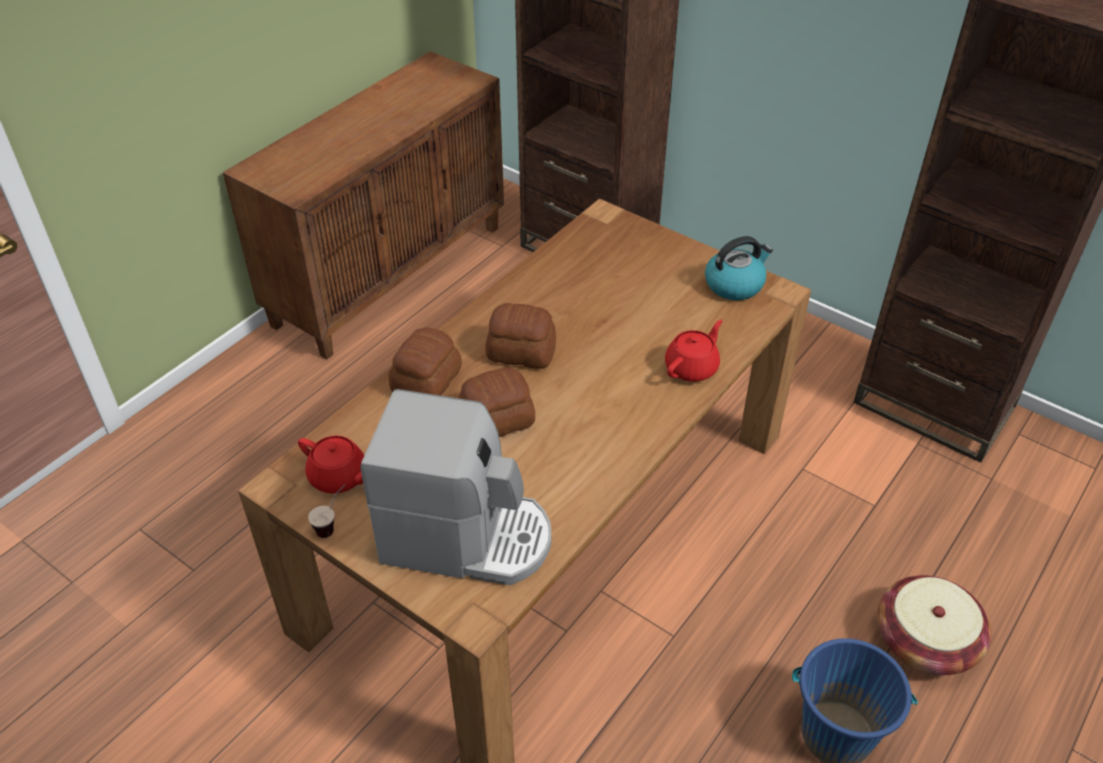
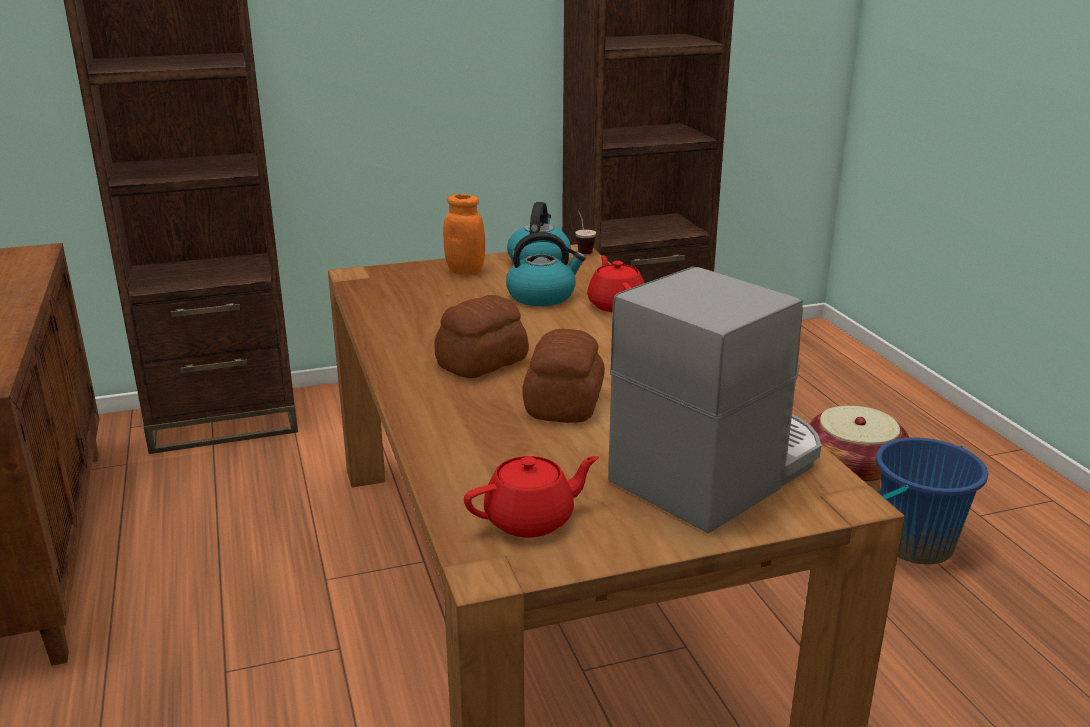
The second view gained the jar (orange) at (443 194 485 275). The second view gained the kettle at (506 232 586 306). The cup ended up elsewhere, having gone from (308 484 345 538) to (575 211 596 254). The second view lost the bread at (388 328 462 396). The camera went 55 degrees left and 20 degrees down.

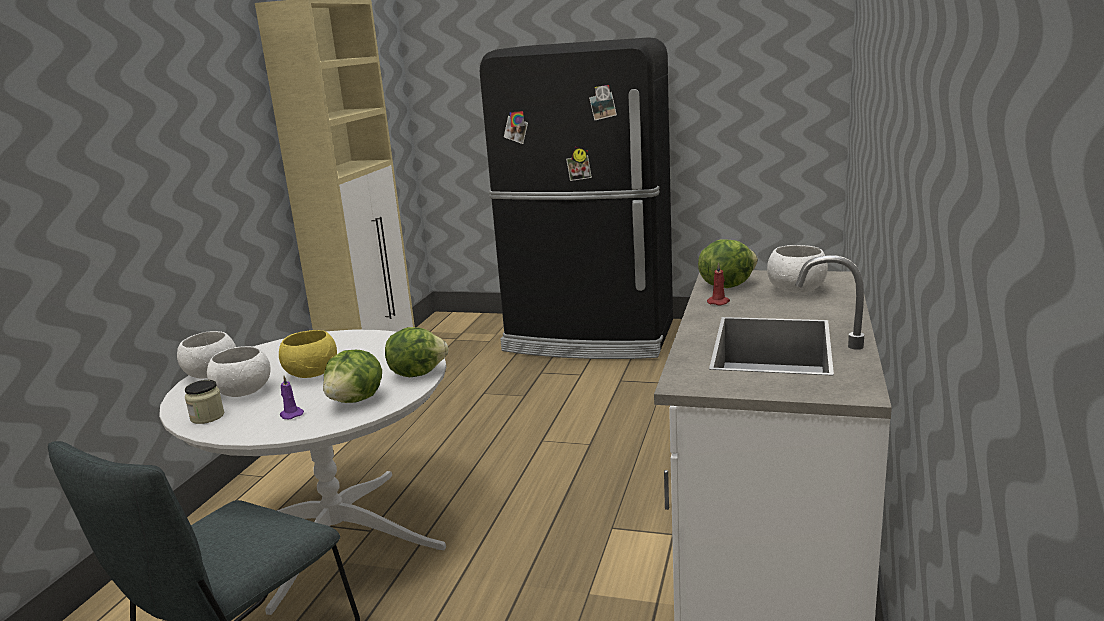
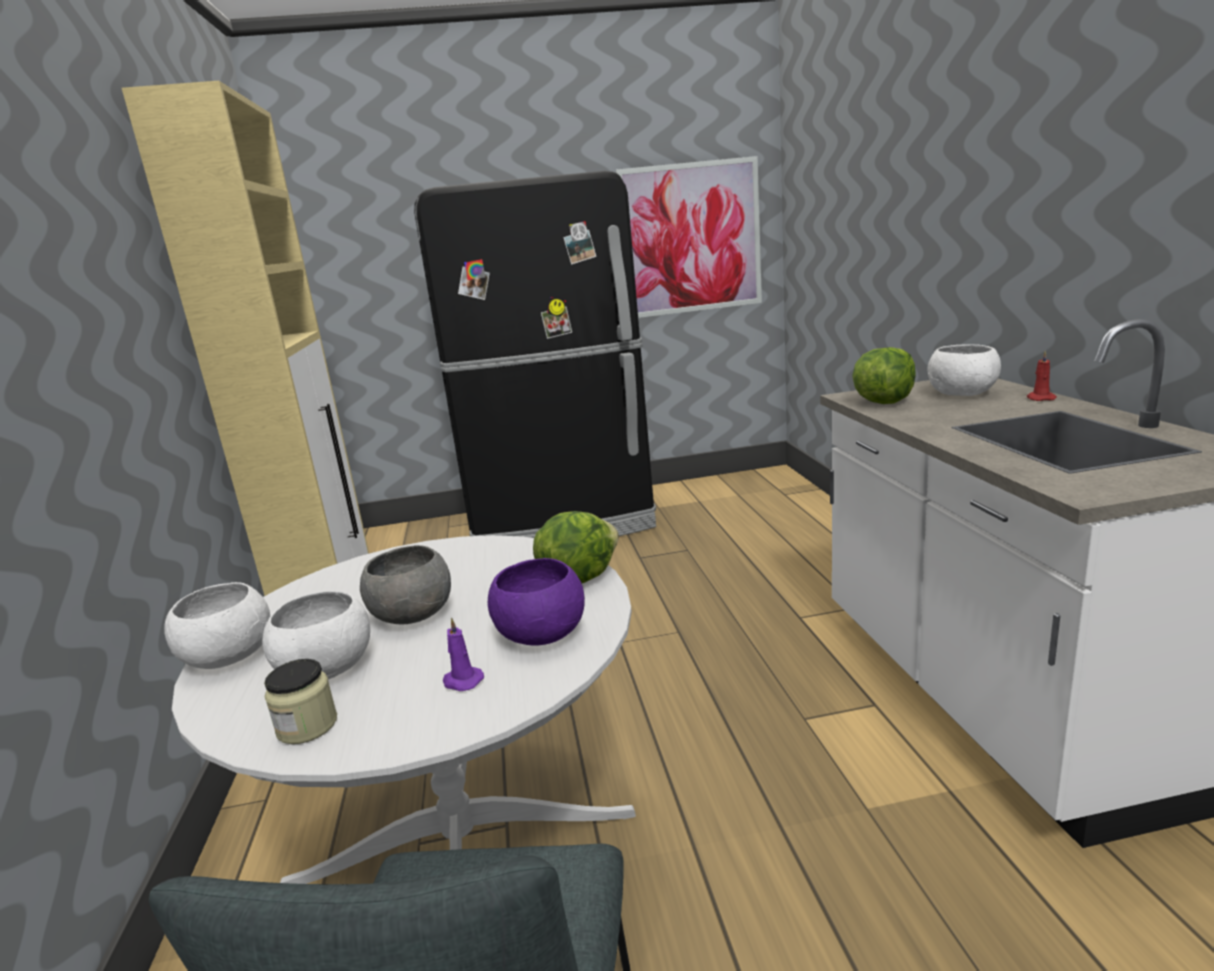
What was the bowl (yellow) at (279 330 337 378) turned into the bowl (grey) at (360 545 451 625). Where the lettuce stood at (323 350 382 403), the bowl (purple) came to stand at (488 558 585 646). The second view gained the picture at (616 156 762 318). The candle (red) ended up elsewhere, having gone from (707 263 730 305) to (1027 351 1057 401). The camera went 25 degrees left and 0 degrees up.

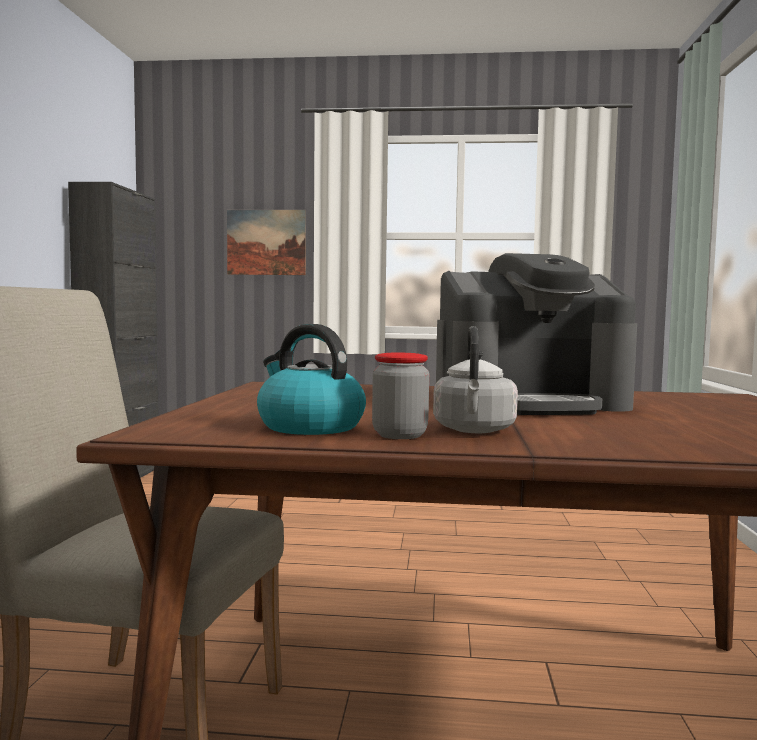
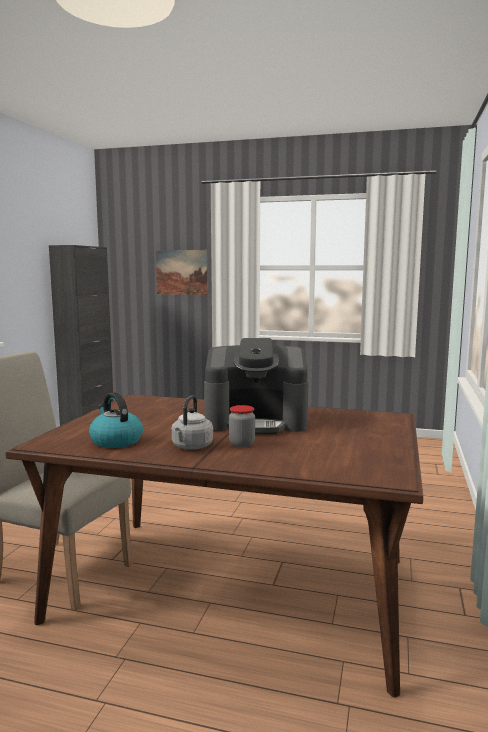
The jar ended up elsewhere, having gone from (372 353 429 439) to (229 405 255 448). The camera went 10 degrees right and 5 degrees up.

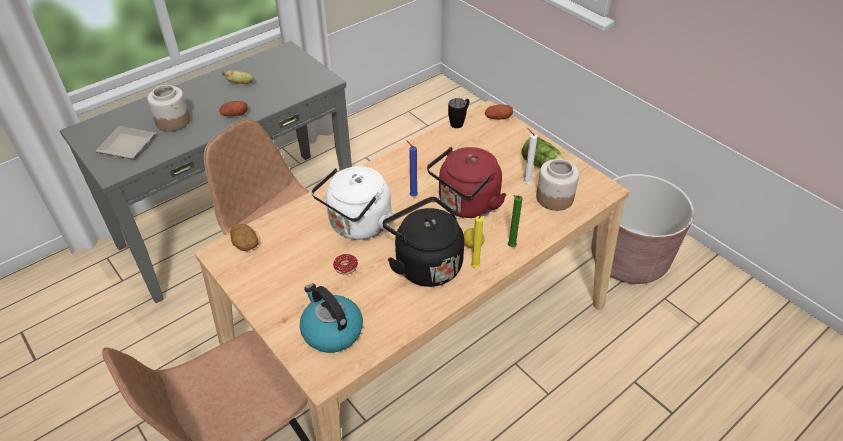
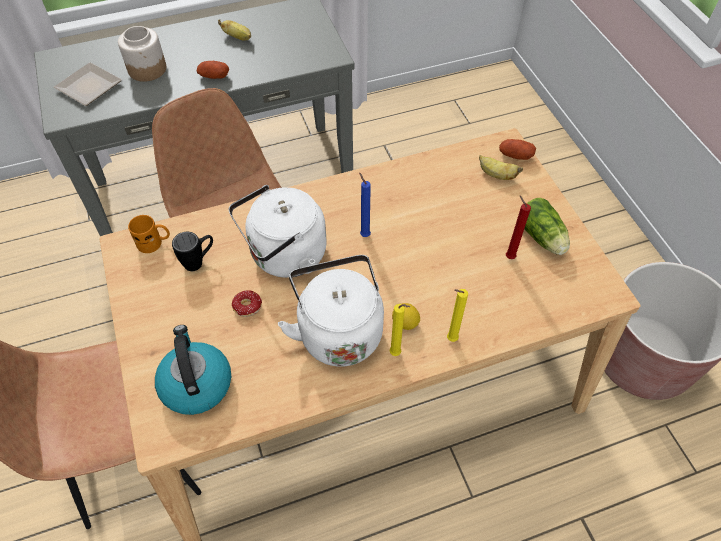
Where the potato stood at (230 224 258 251), the mug (orange) came to stand at (128 215 170 253). The mug (black) ended up elsewhere, having gone from (448 98 469 128) to (172 232 213 271). What was the kettle (black) at (383 197 464 287) turned into the kettle (white) at (278 255 384 367). What was the candle (green) at (508 195 523 247) turned into the candle (yellow) at (447 289 468 342). The second view gained the banana at (479 155 523 180). What was the candle (white) at (523 128 538 184) turned into the candle (red) at (506 196 531 259). The second view lost the kettle (red) at (427 147 506 218). The second view lost the jar at (536 159 579 211). The camera went 20 degrees right and 10 degrees up.

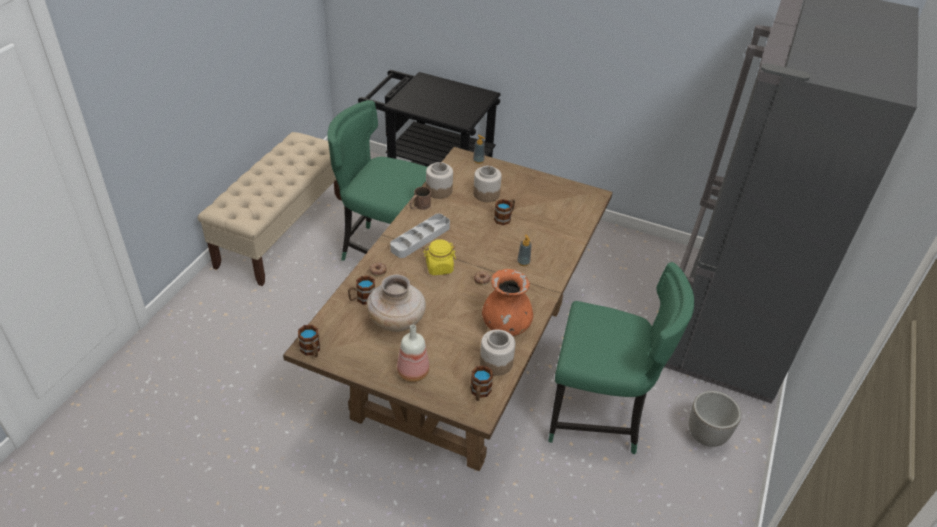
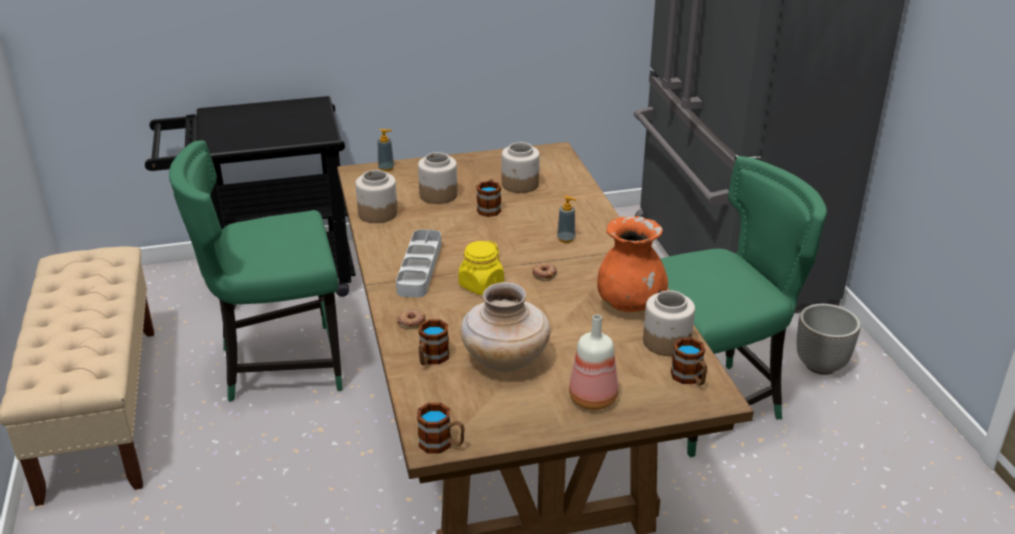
The second view gained the jar at (502 142 540 193). The second view lost the mug (brown) at (409 187 431 210). The camera went 35 degrees left and 10 degrees down.

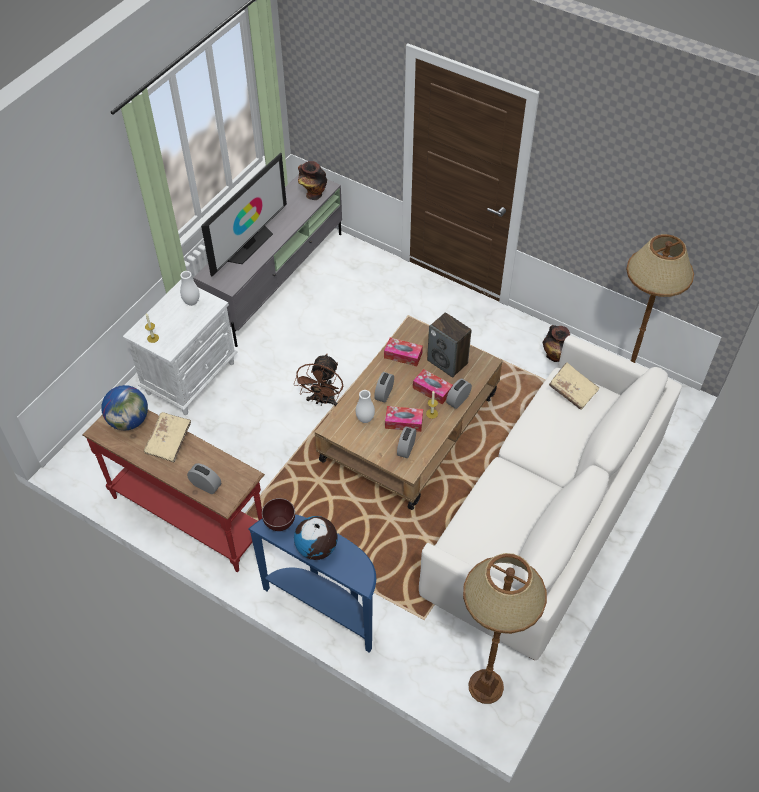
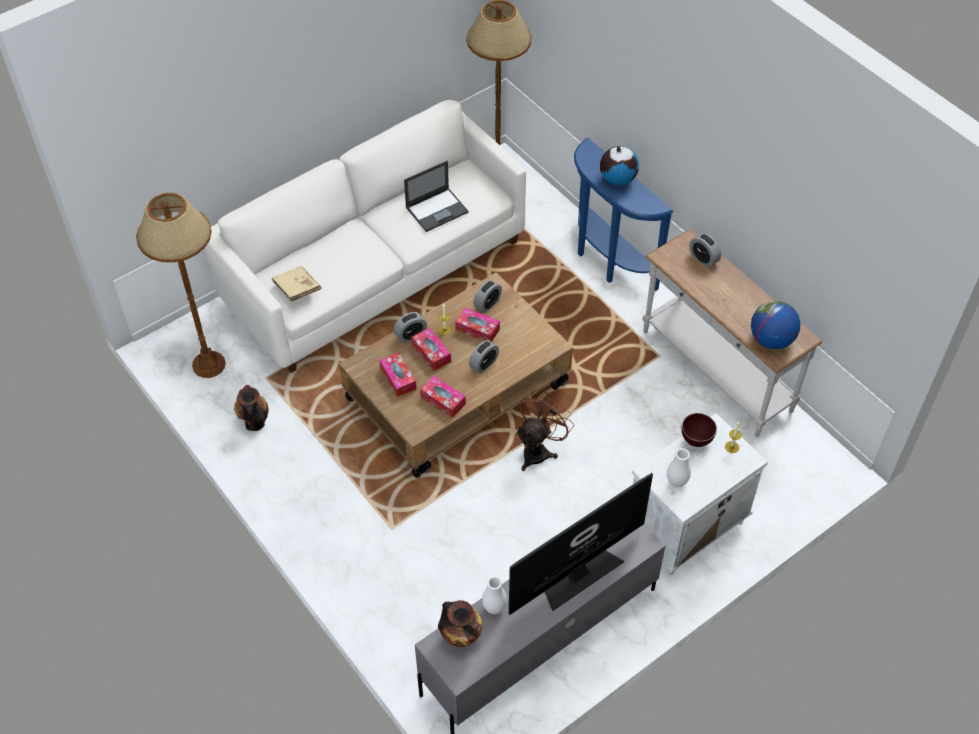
Where the speaker stood at (427 312 472 378), the tissue box came to stand at (379 352 416 397). The second view gained the laptop at (404 161 468 232). The vase (white) ended up elsewhere, having gone from (356 390 375 423) to (482 576 507 614). What was the console table (red) at (82 410 265 572) turned into the console table (white) at (642 229 822 437). The bowl (brown) ended up elsewhere, having gone from (262 498 295 531) to (682 413 717 447). The second view lost the book (beige) at (144 412 191 462). The camera went 160 degrees left and 0 degrees up.

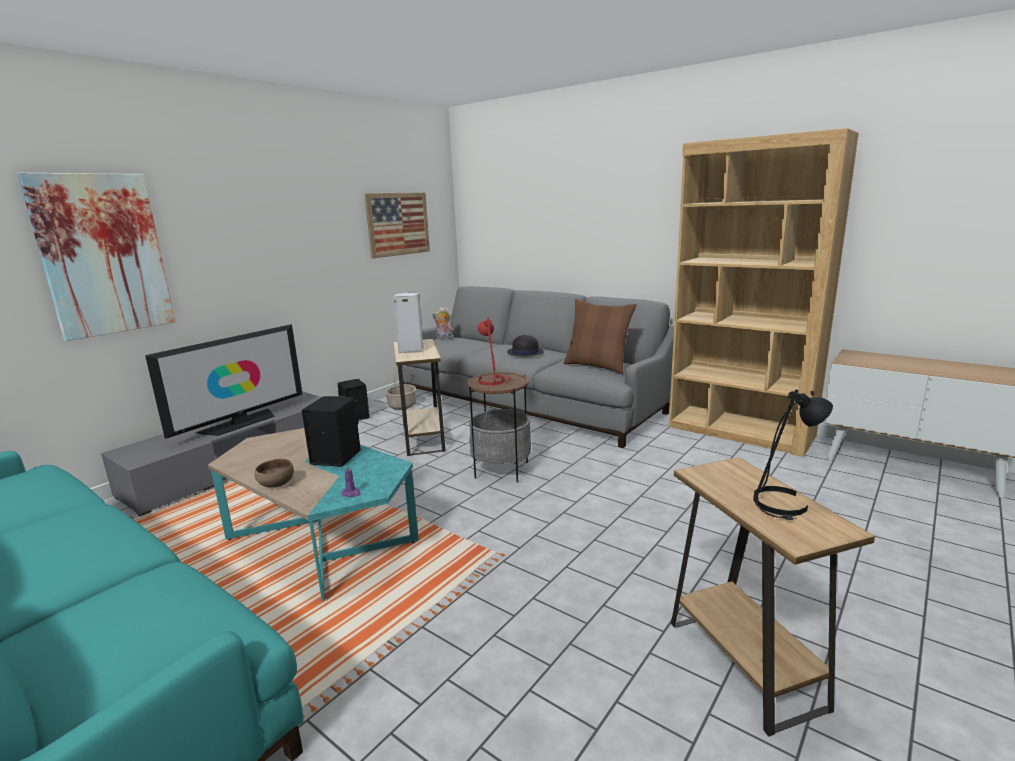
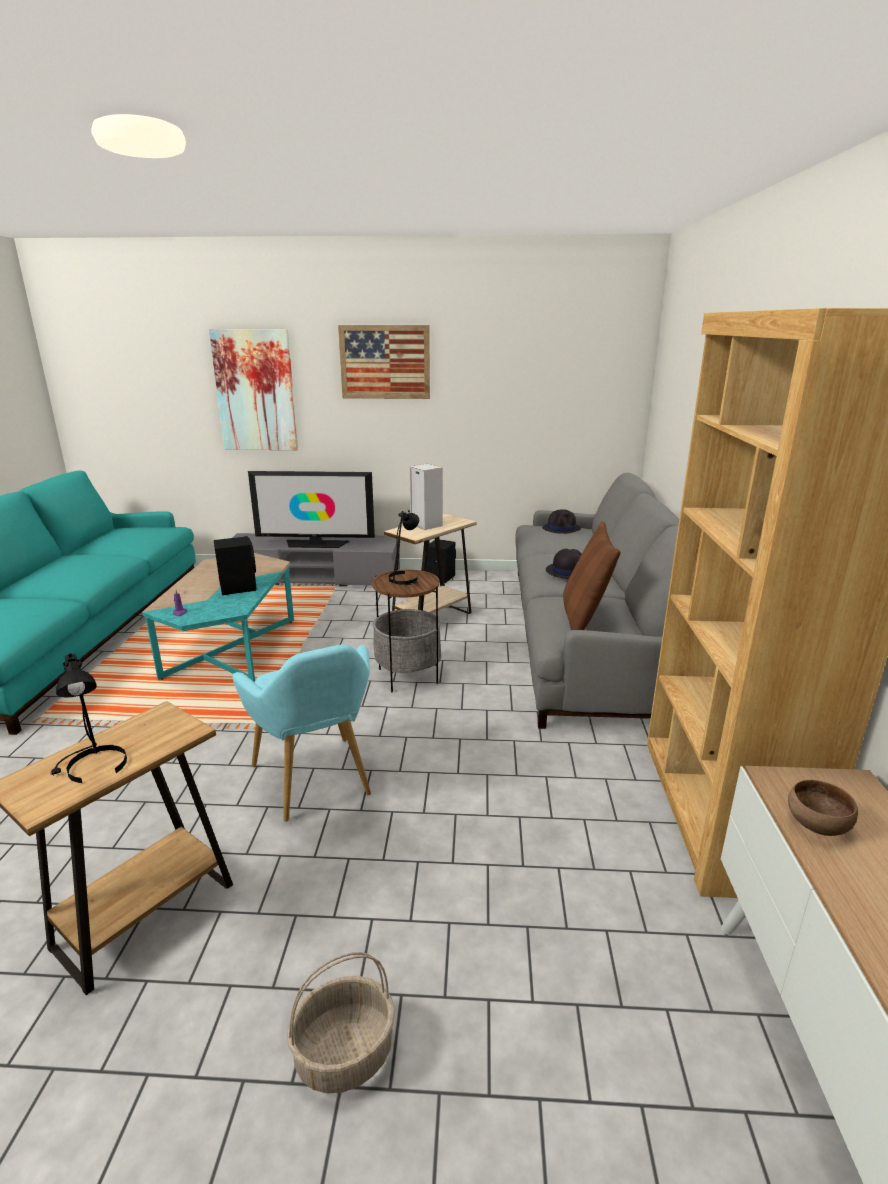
The second view gained the armchair (turquoise) at (232 644 371 822). The basket ended up elsewhere, having gone from (385 366 416 410) to (287 952 395 1094). The picture ended up elsewhere, having gone from (364 192 430 258) to (338 325 430 399). What was the table lamp (red) at (478 317 511 385) turned into the table lamp (black) at (389 510 420 585). Where the plush toy stood at (432 307 453 340), the hat (black) came to stand at (542 509 581 534). The bowl (brown) ended up elsewhere, having gone from (255 459 294 487) to (788 780 858 836). The camera went 55 degrees right and 5 degrees up.

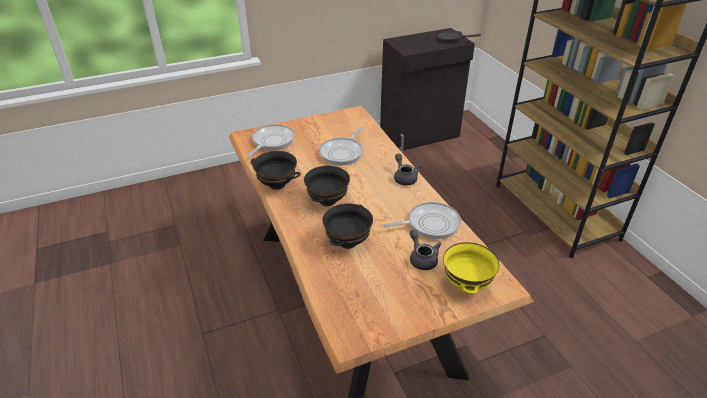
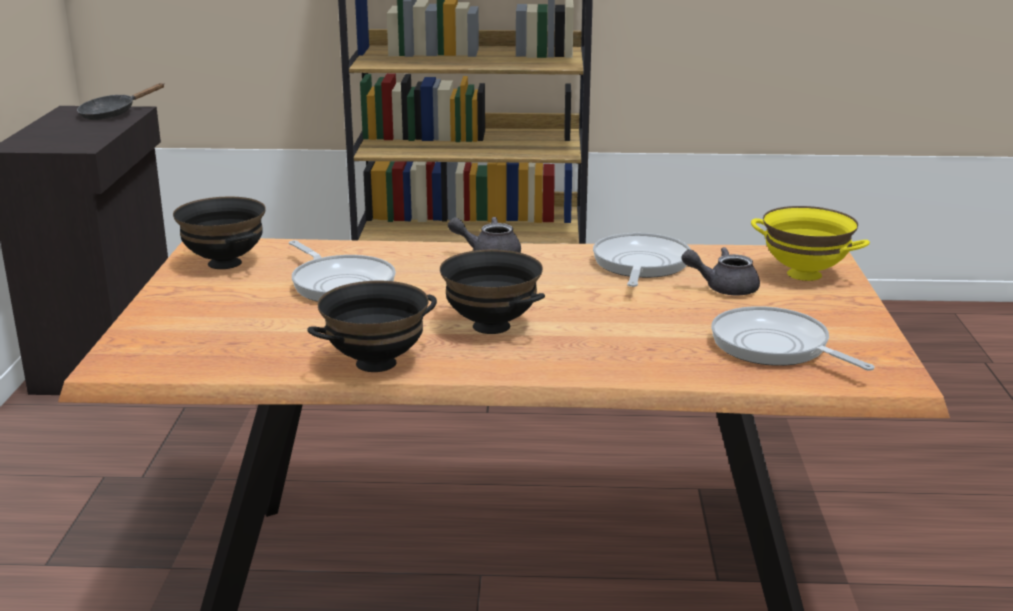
The bowl (black) ended up elsewhere, having gone from (322 203 373 249) to (173 197 266 269). The frying pan ended up elsewhere, having gone from (247 124 295 157) to (711 306 874 371). The camera went 65 degrees left and 15 degrees down.

